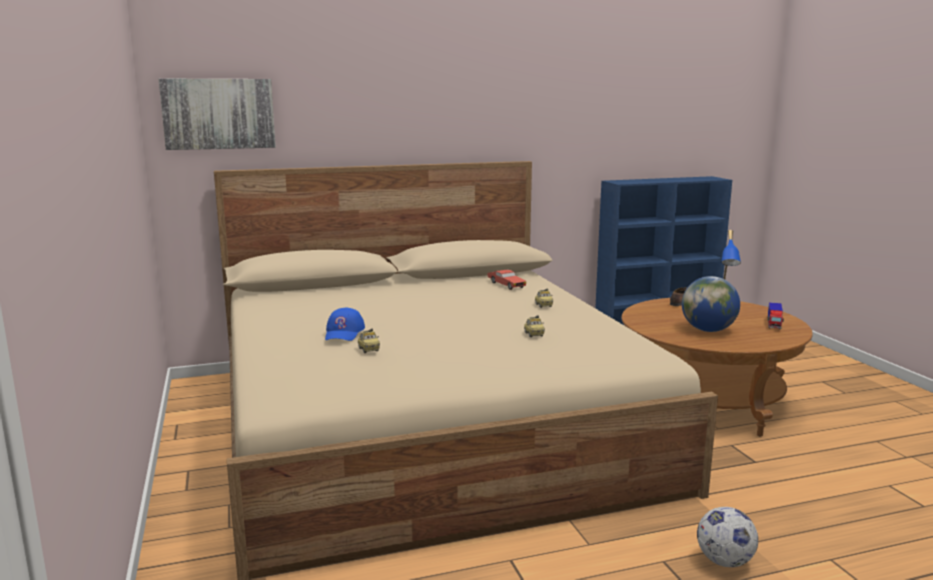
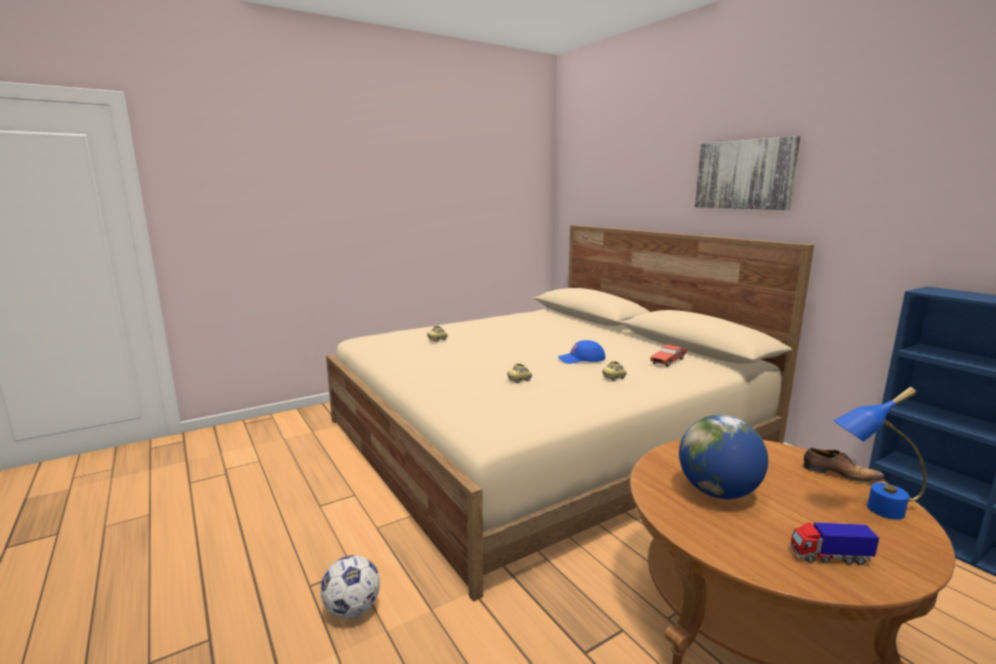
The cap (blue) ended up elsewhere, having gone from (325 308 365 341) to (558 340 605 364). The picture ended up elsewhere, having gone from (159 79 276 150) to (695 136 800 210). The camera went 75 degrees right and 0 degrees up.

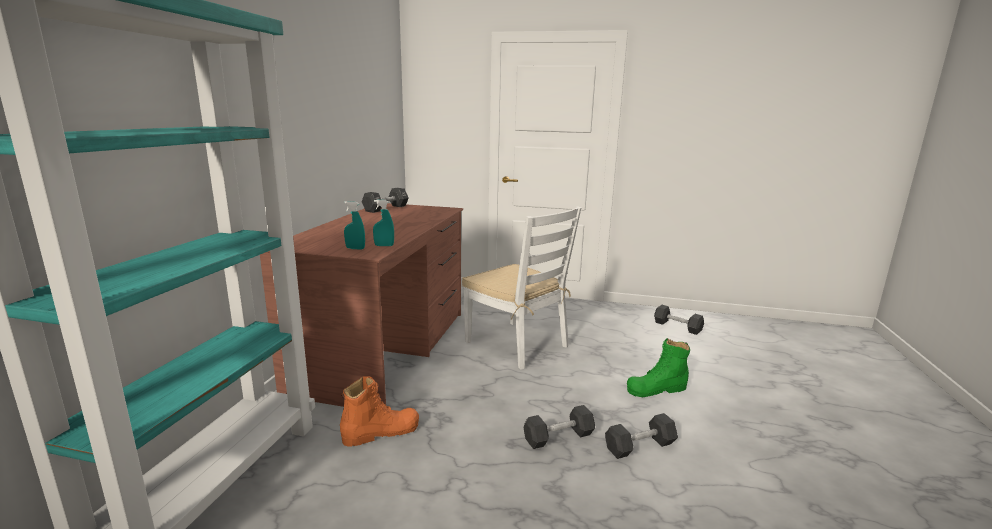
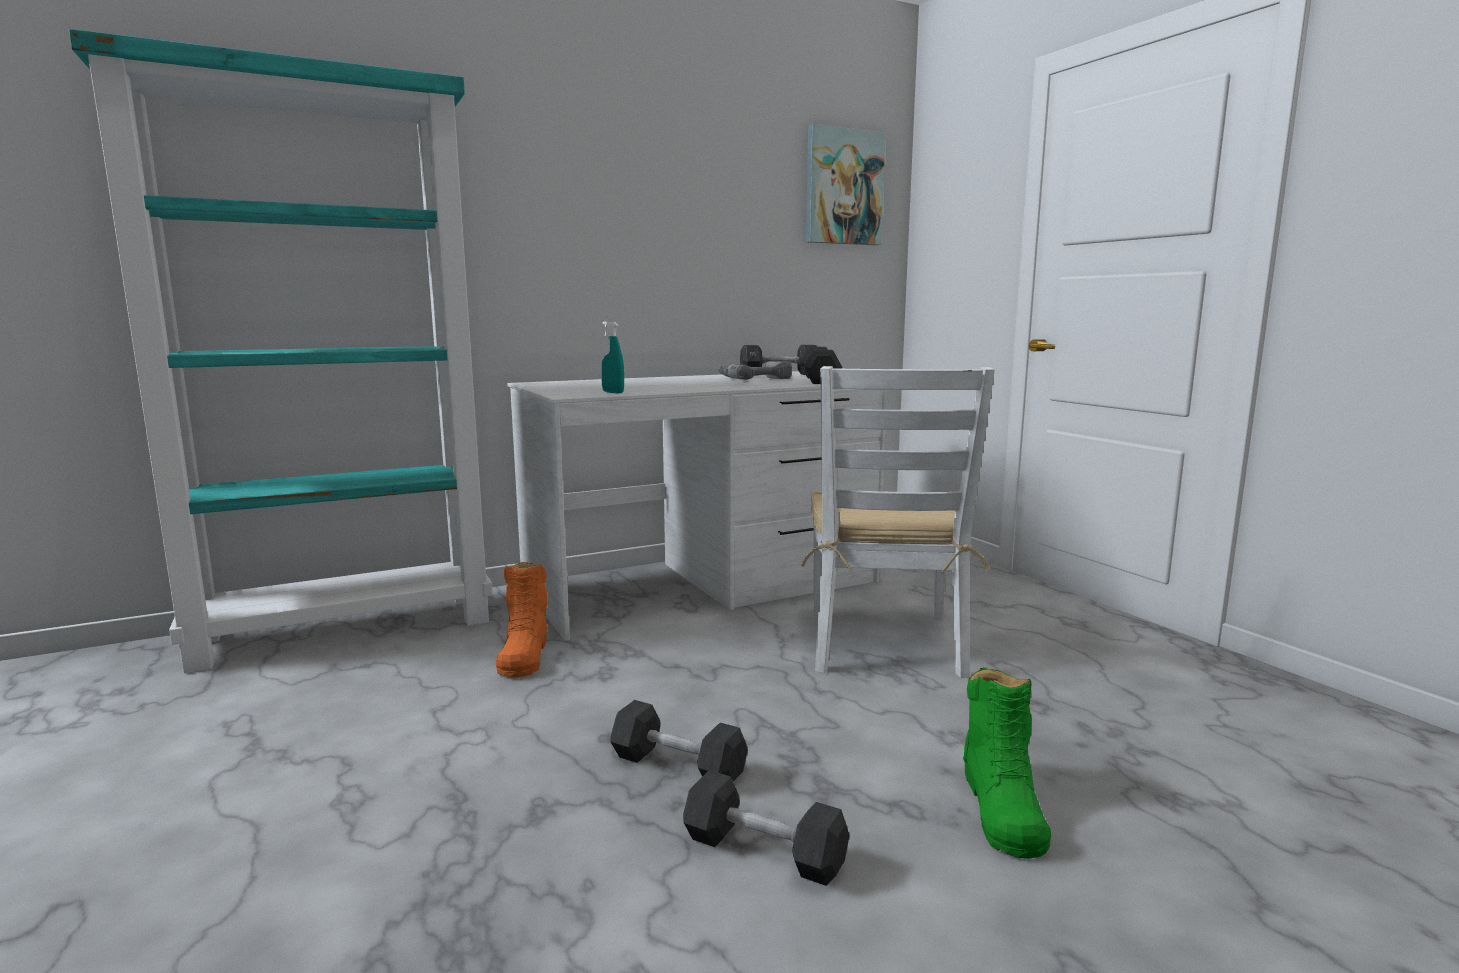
The boot (orange) at (340 376 419 447) ended up facing another way, 60 degrees clockwise from before. What was the desk (brown) at (260 203 463 407) turned into the desk (white) at (507 371 887 641). The second view gained the power drill at (718 361 792 380). The dumbbell (black) ended up elsewhere, having gone from (654 305 704 335) to (799 347 842 384). The second view gained the picture at (806 124 886 245). The boot (green) at (627 338 690 397) ended up facing another way, 120 degrees counterclockwise from before. The second view lost the spray bottle (turquoise) at (344 201 365 250). The camera went 50 degrees right and 5 degrees down.

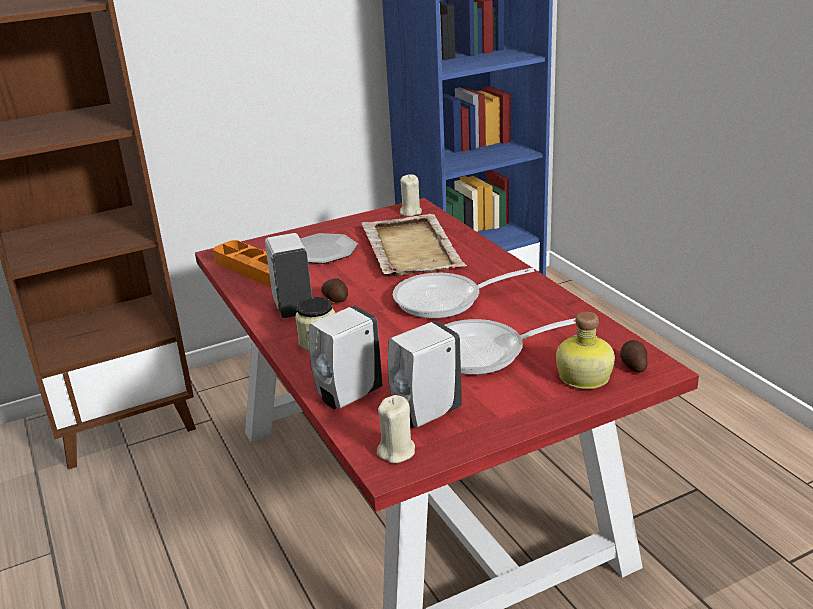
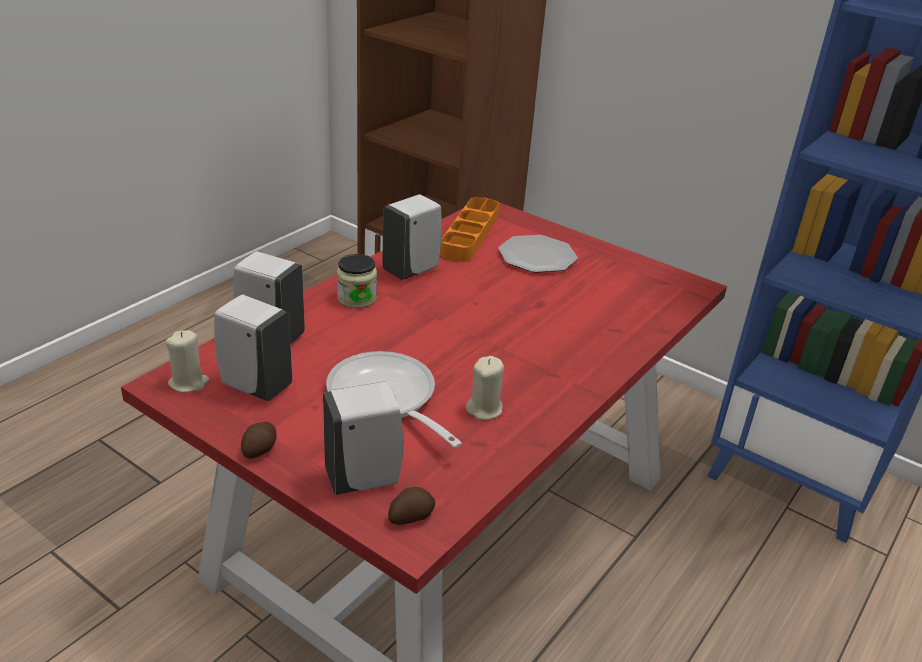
The potato ended up elsewhere, having gone from (321 278 348 303) to (241 422 277 459). Where the bottle stood at (556 312 615 389), the soap dispenser (white) came to stand at (323 381 403 495). The candle (beige) ended up elsewhere, having gone from (400 174 422 216) to (466 356 504 420). The second view lost the tray (beige) at (361 214 467 276). The second view lost the frying pan at (393 268 534 319). The camera went 60 degrees right and 5 degrees up.

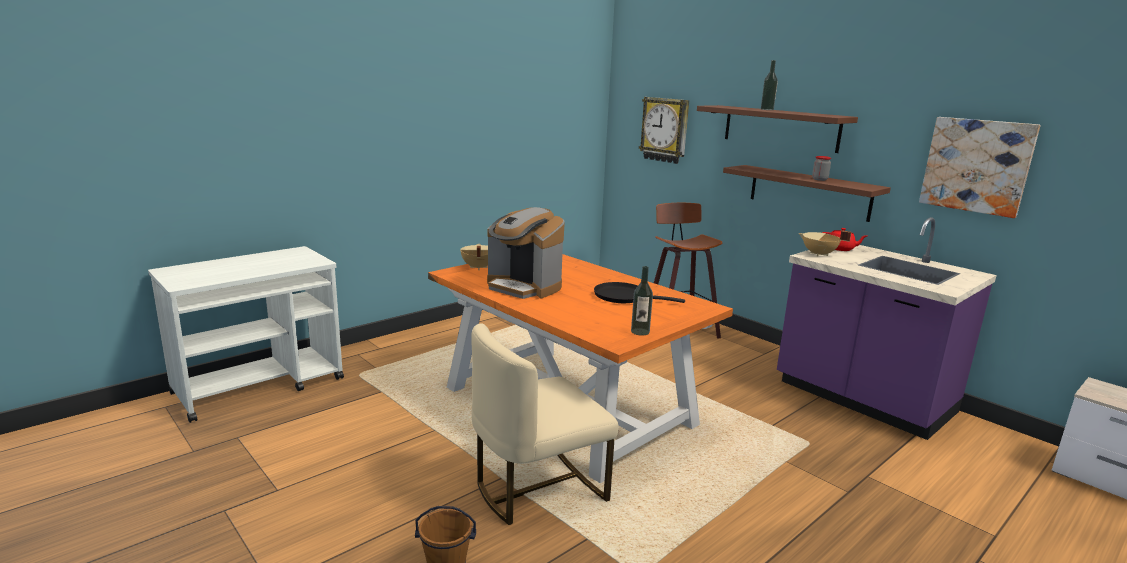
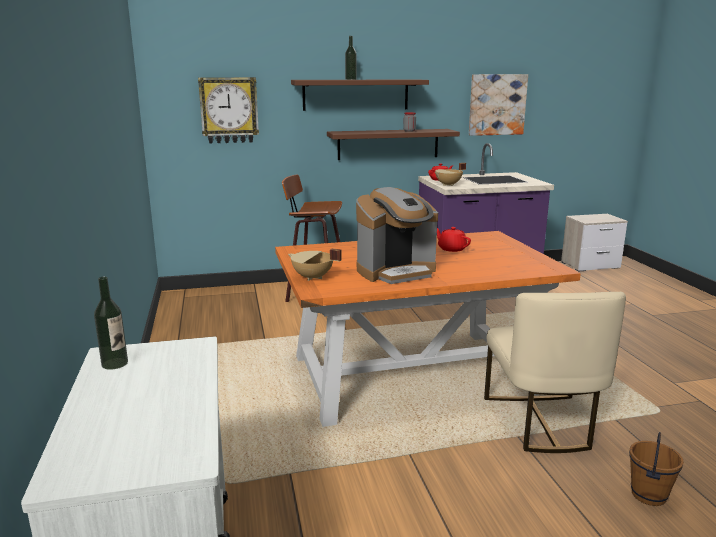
The bottle ended up elsewhere, having gone from (631 266 653 336) to (94 277 128 370). Where the frying pan (black) stood at (594 282 685 303), the teapot (red) came to stand at (437 227 471 252). The camera went 60 degrees left and 0 degrees up.

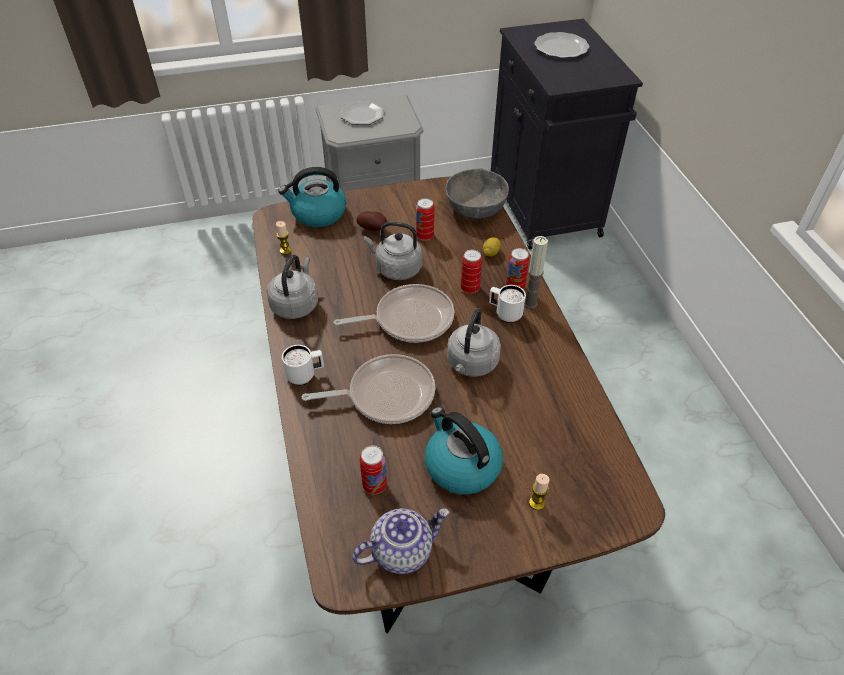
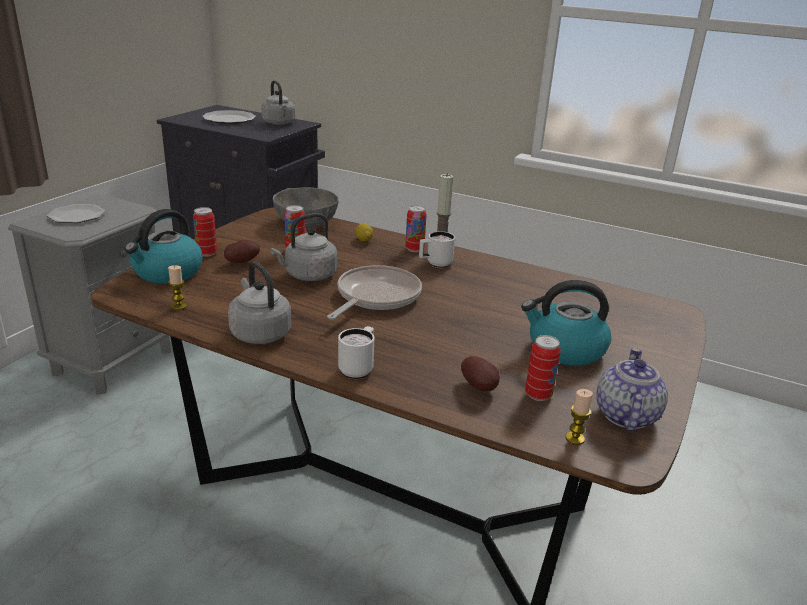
The can ended up elsewhere, having gone from (461 249 482 294) to (193 207 217 257). The kettle (grey) ended up elsewhere, having gone from (447 308 501 377) to (261 80 295 125). The second view gained the potato at (461 356 500 391). The candle ended up elsewhere, having gone from (529 474 550 510) to (566 389 593 445). The second view lost the frying pan at (302 354 435 424). The camera went 50 degrees left and 20 degrees down.

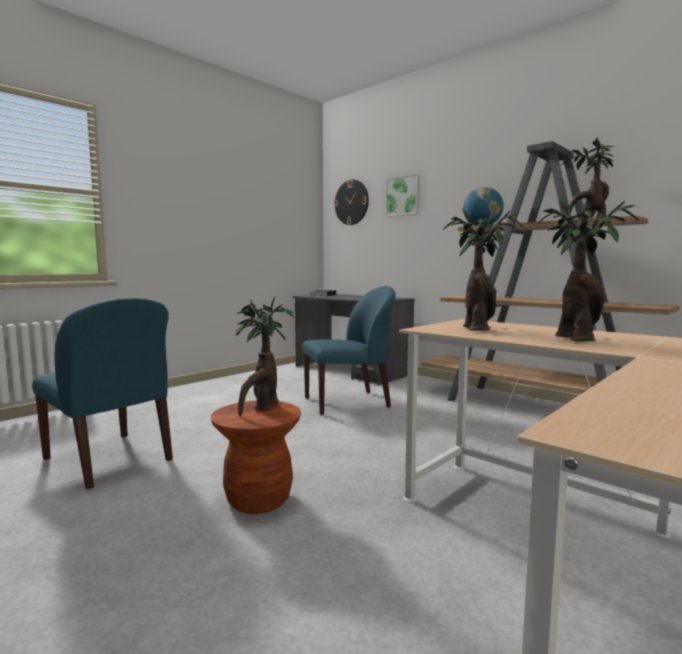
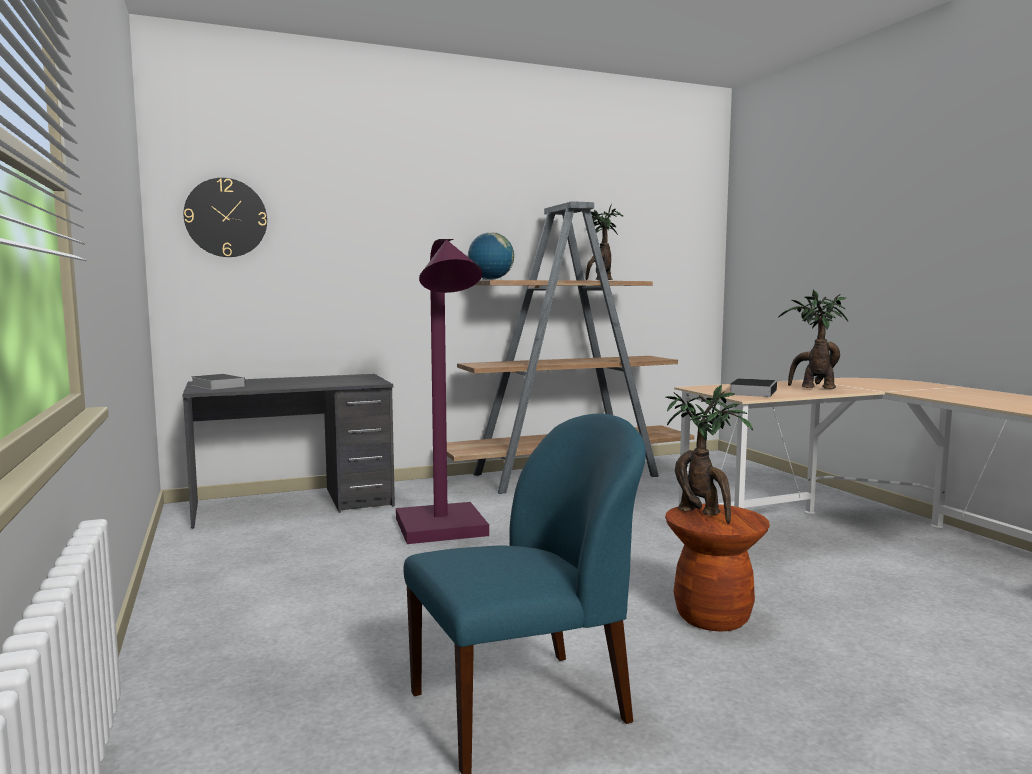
Where the chair (blue) stood at (302 286 396 415), the floor lamp (purple) came to stand at (396 239 489 544). Where the potted plant stood at (443 209 524 330), the book came to stand at (729 378 777 397). The second view lost the picture at (386 174 420 217). The camera went 65 degrees left and 0 degrees up.

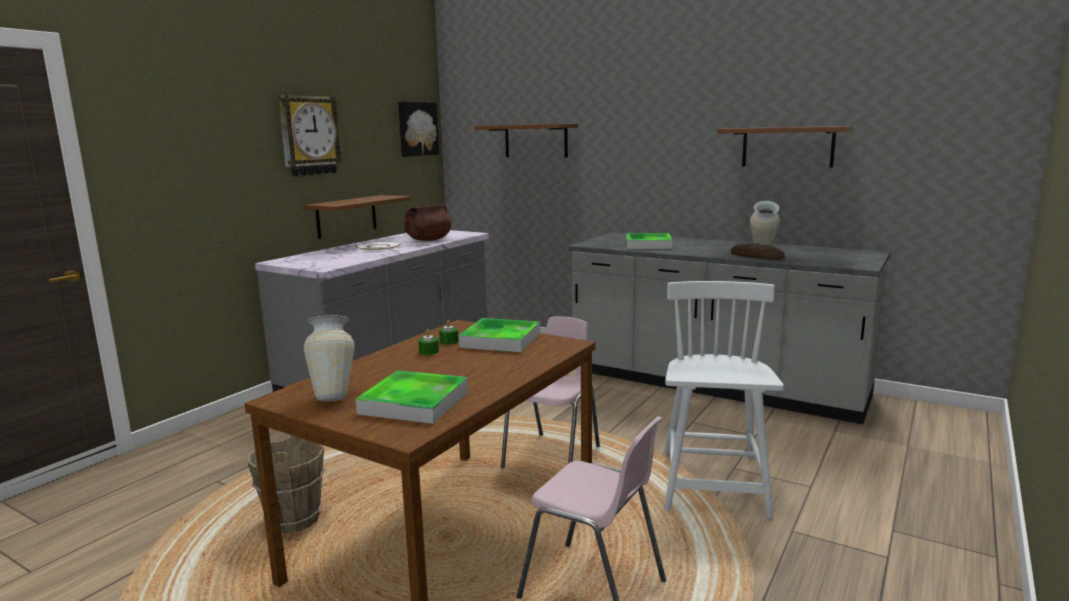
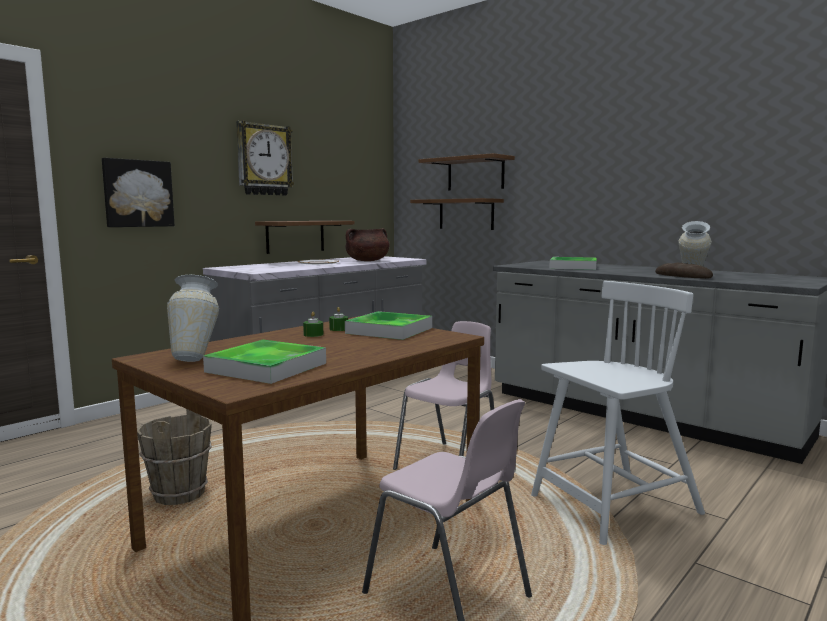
The picture ended up elsewhere, having gone from (398 101 439 157) to (102 158 175 227). The shelf (brown) ended up elsewhere, having gone from (717 126 853 167) to (410 198 504 230). The chair (white) at (664 281 784 519) ended up facing another way, 45 degrees clockwise from before. The camera went 10 degrees right and 5 degrees down.

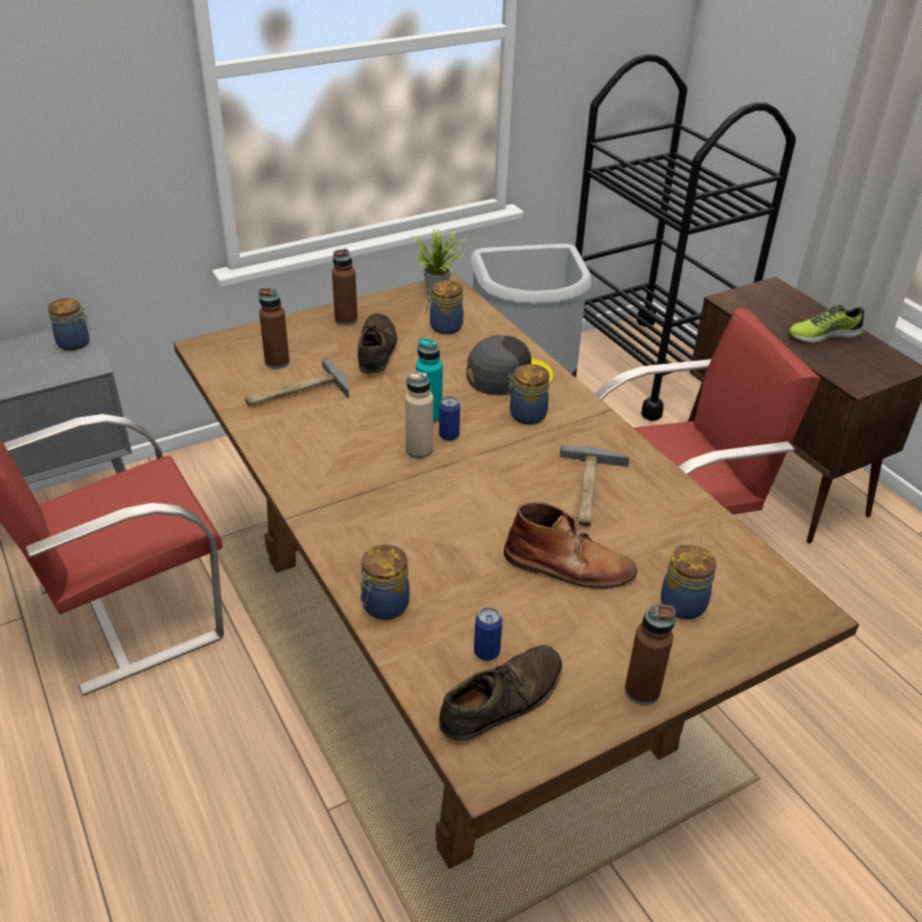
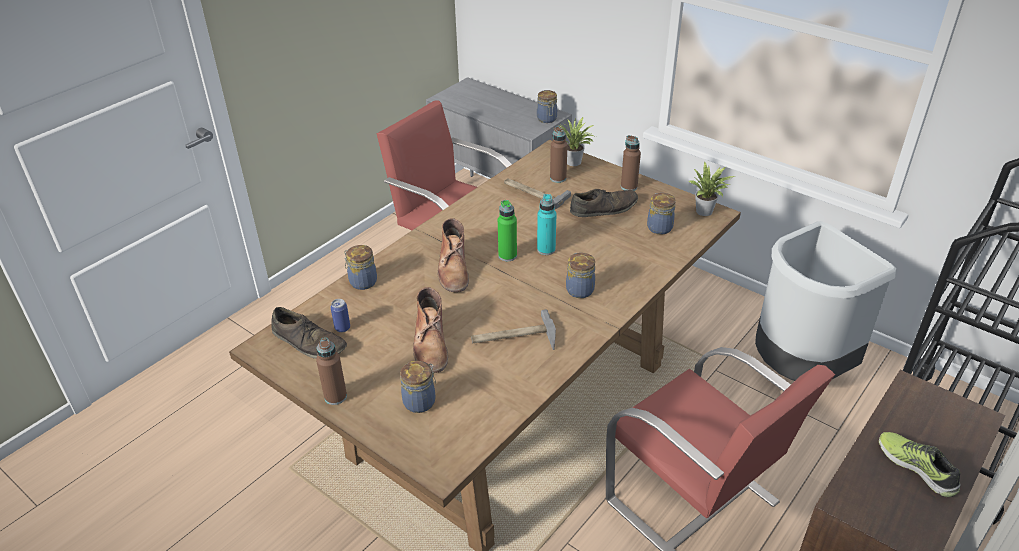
The second view gained the boot (brown) at (438 218 469 292). What was the bottle (beige) at (405 371 433 458) turned into the bottle (green) at (498 200 517 261). The second view gained the potted plant at (552 117 596 166). The second view lost the can at (439 396 460 441). The second view lost the cap (grey) at (466 335 553 396). The camera went 70 degrees right and 0 degrees up.

